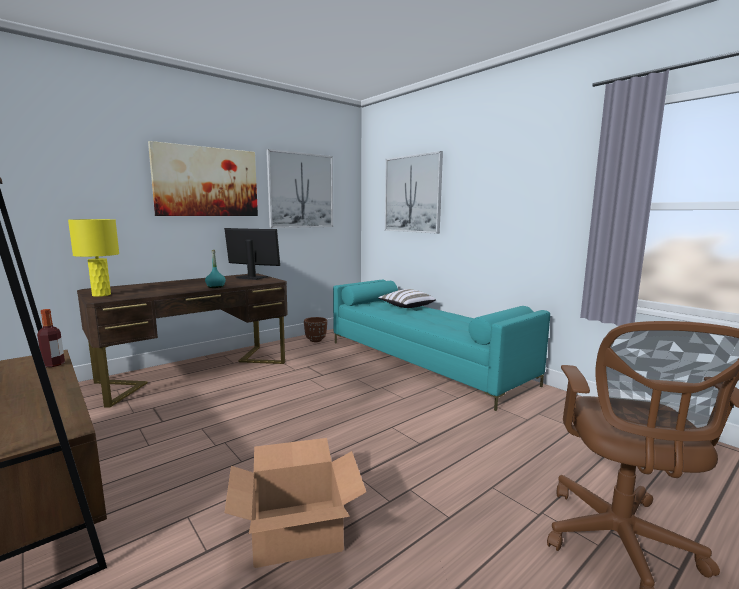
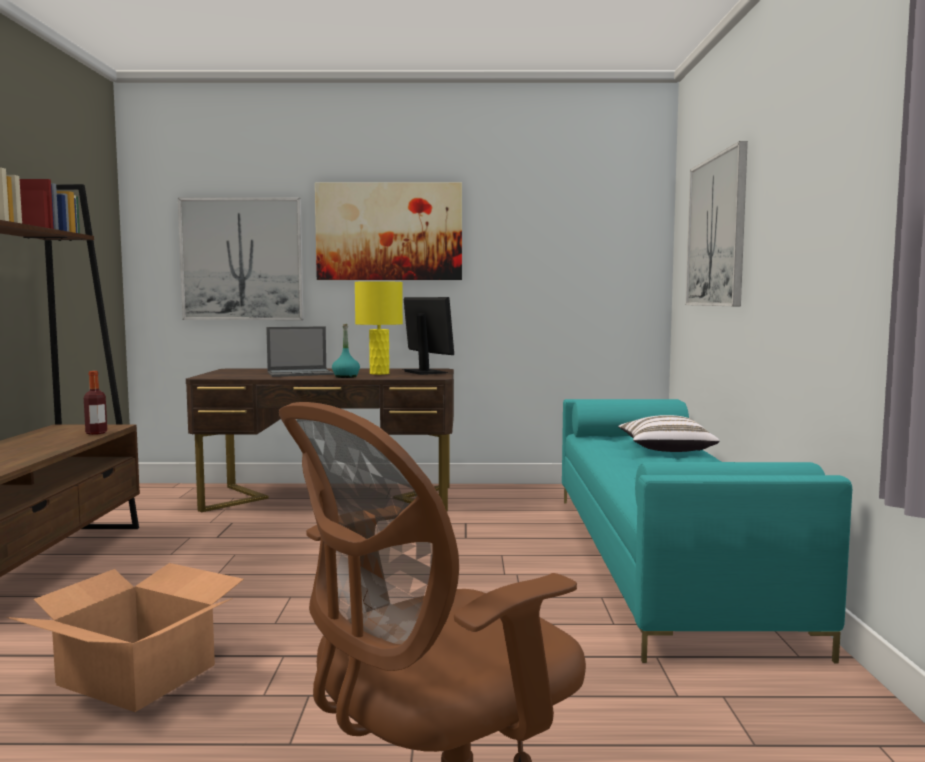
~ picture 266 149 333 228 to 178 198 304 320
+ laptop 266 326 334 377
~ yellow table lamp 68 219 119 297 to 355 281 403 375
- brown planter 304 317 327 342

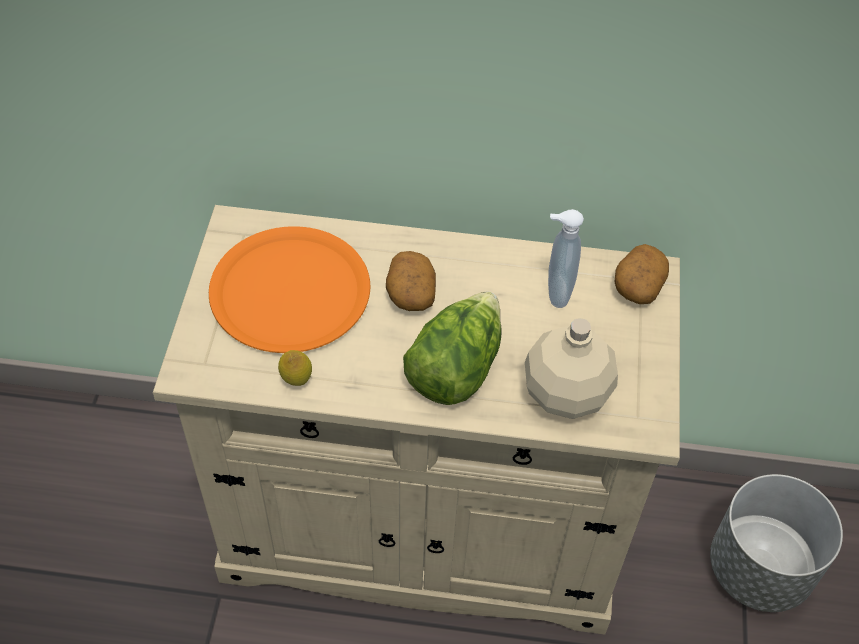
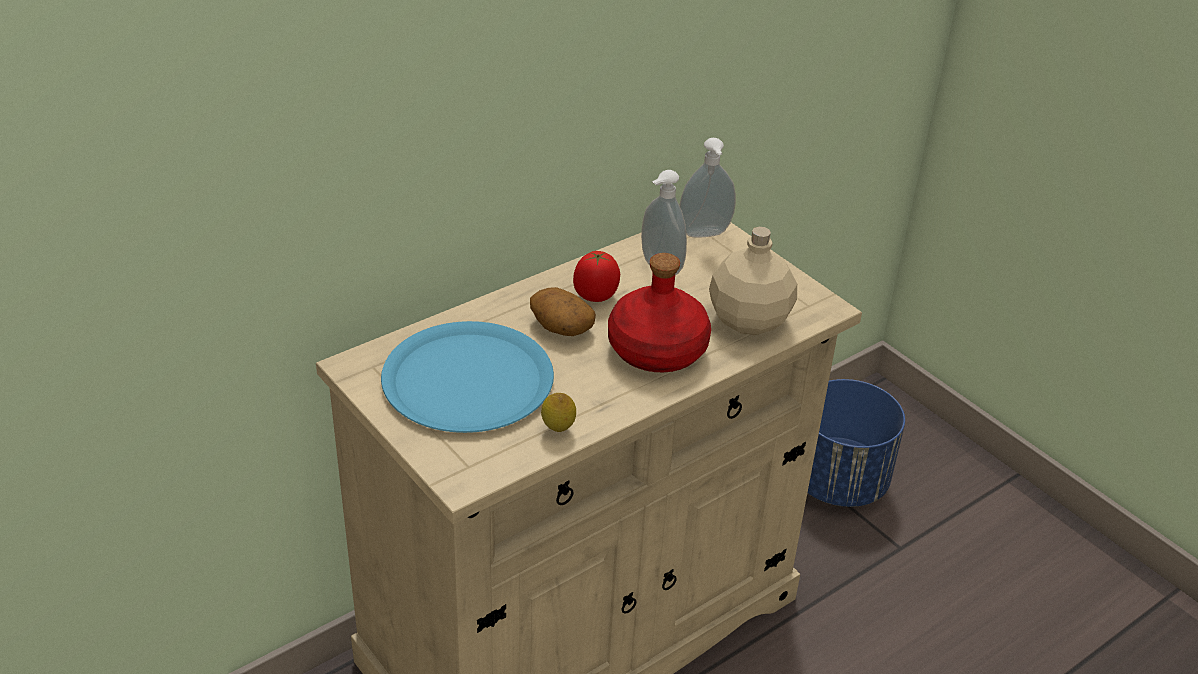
~ orange plate 209 226 370 353 to blue plate 381 321 554 433
+ tomato 573 251 620 302
~ lettuce 403 291 502 405 to red bottle 608 253 711 372
~ potato 614 244 669 304 to soap dispenser 679 138 736 237
~ grey planter 710 474 843 612 to blue planter 808 379 905 507

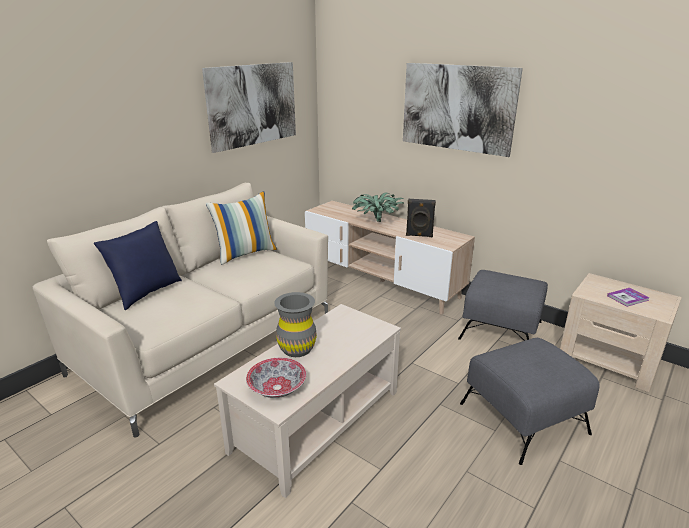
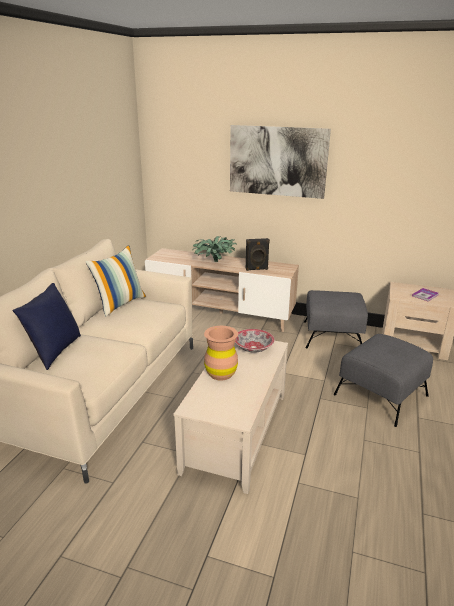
~ grey vase 274 292 317 357 to brown vase 204 326 238 381
~ bowl 246 358 306 398 to 235 329 275 353
- picture 202 62 296 153

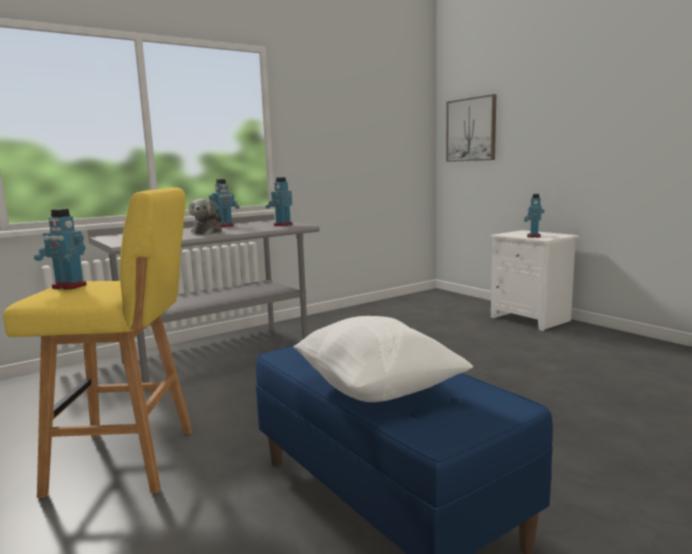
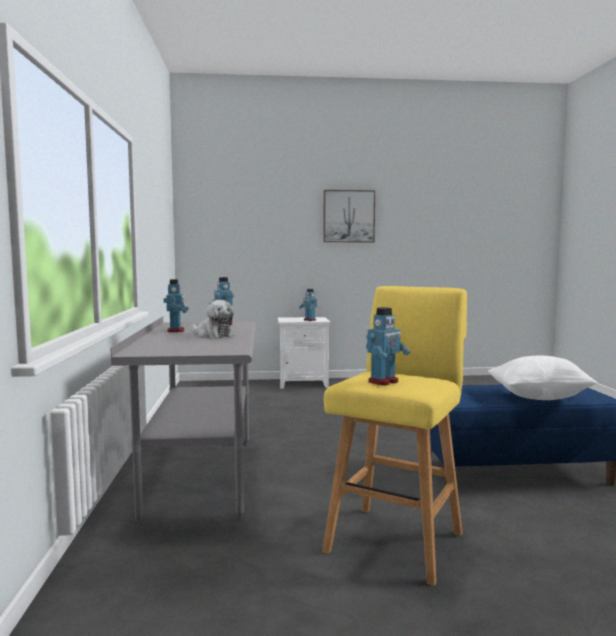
~ picture 446 94 496 162 to 323 190 375 242

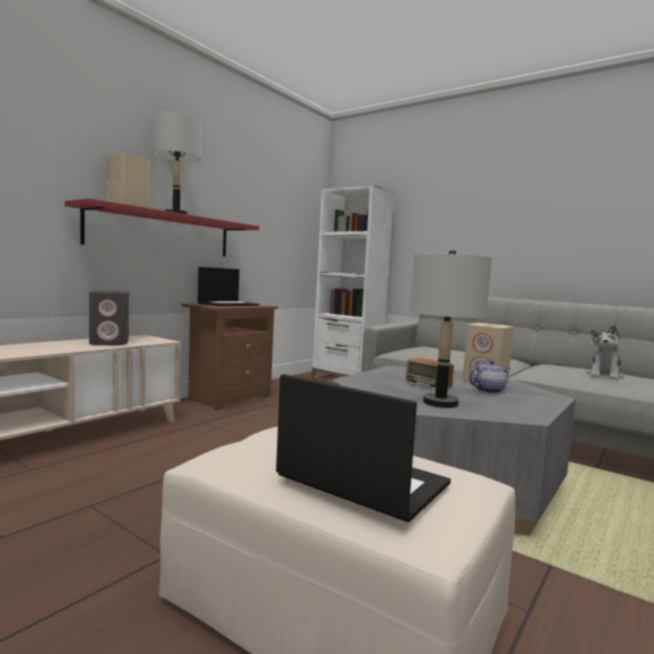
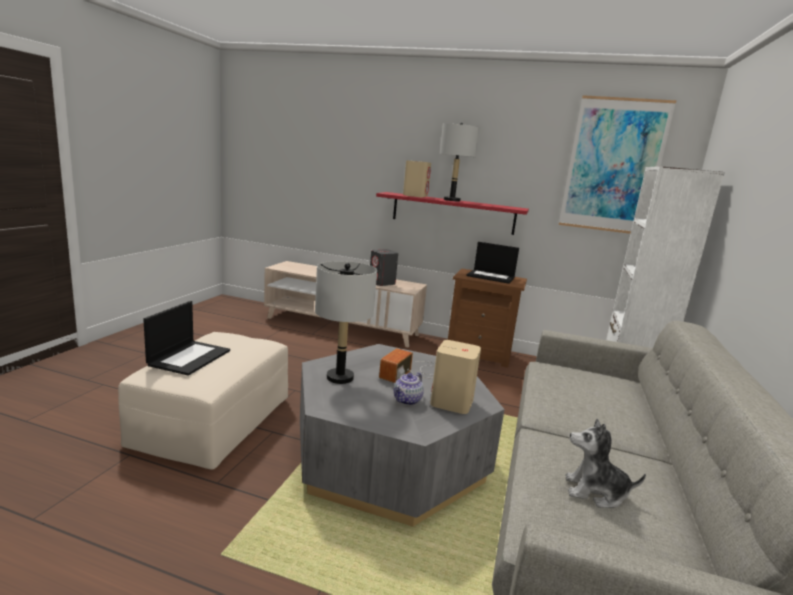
~ teapot 469 360 511 393 = 394 372 424 405 75 degrees clockwise
+ picture 559 95 677 234

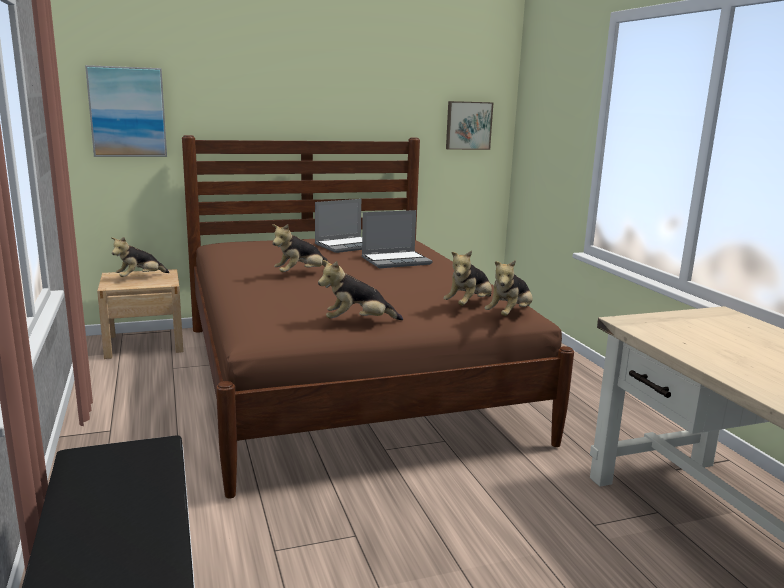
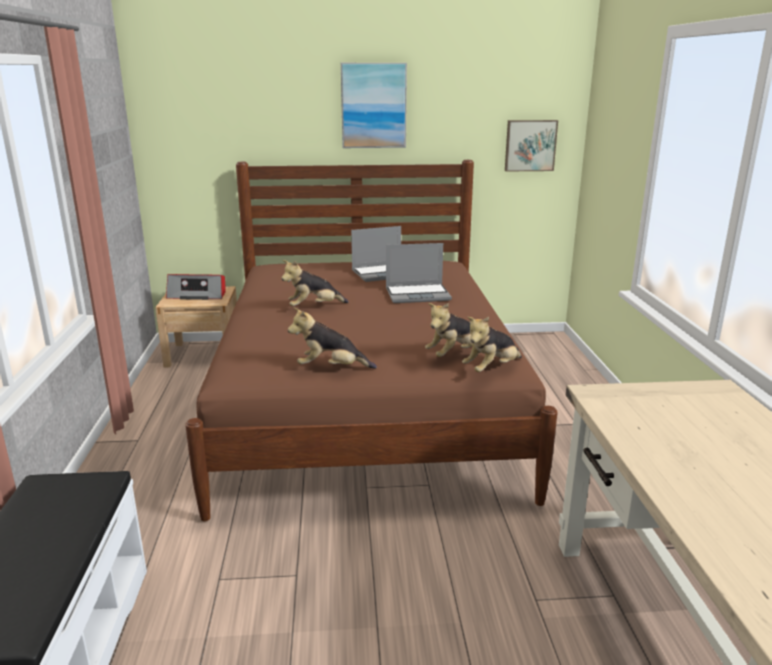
~ plush toy 111 237 169 277 to radio 166 274 226 300
~ picture 85 65 167 157 to 341 63 407 148

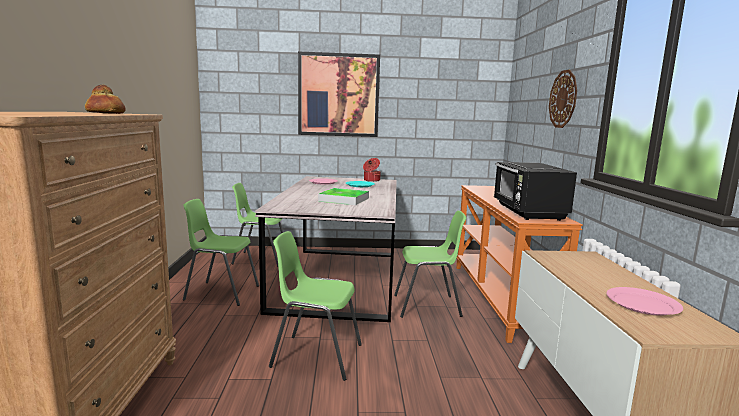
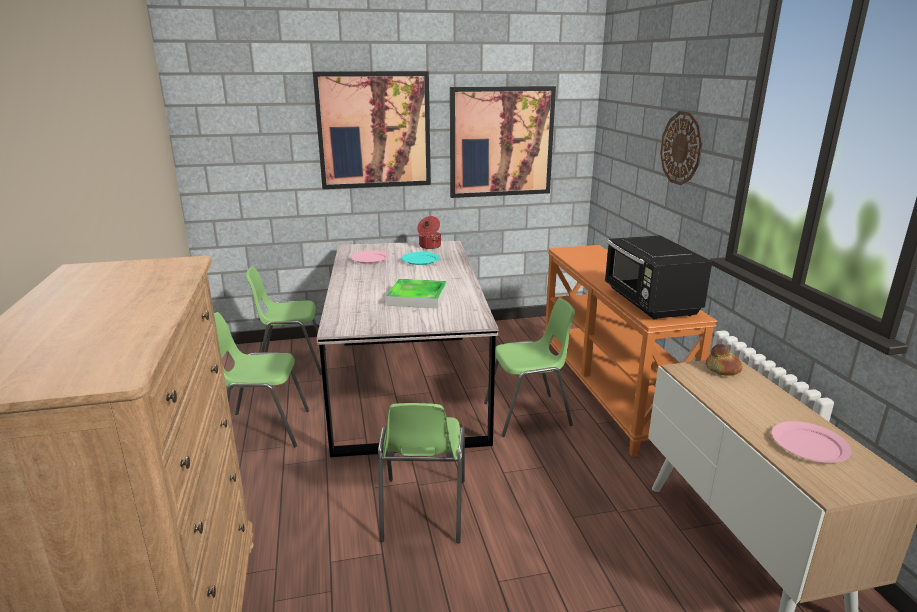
~ green chair 269 231 362 381 = 378 403 465 544 90 degrees counterclockwise
+ picture 450 86 556 198
~ bread 85 85 126 114 to 706 344 742 376

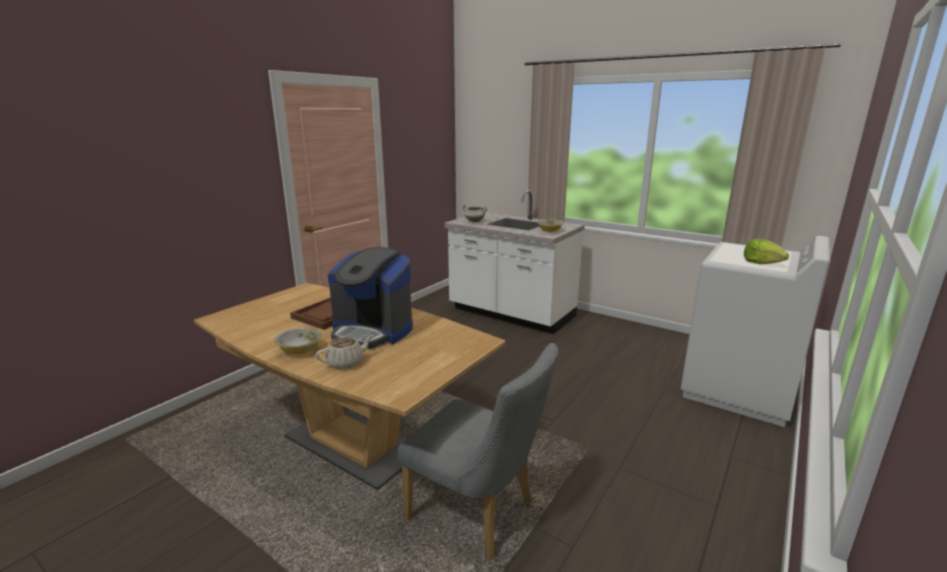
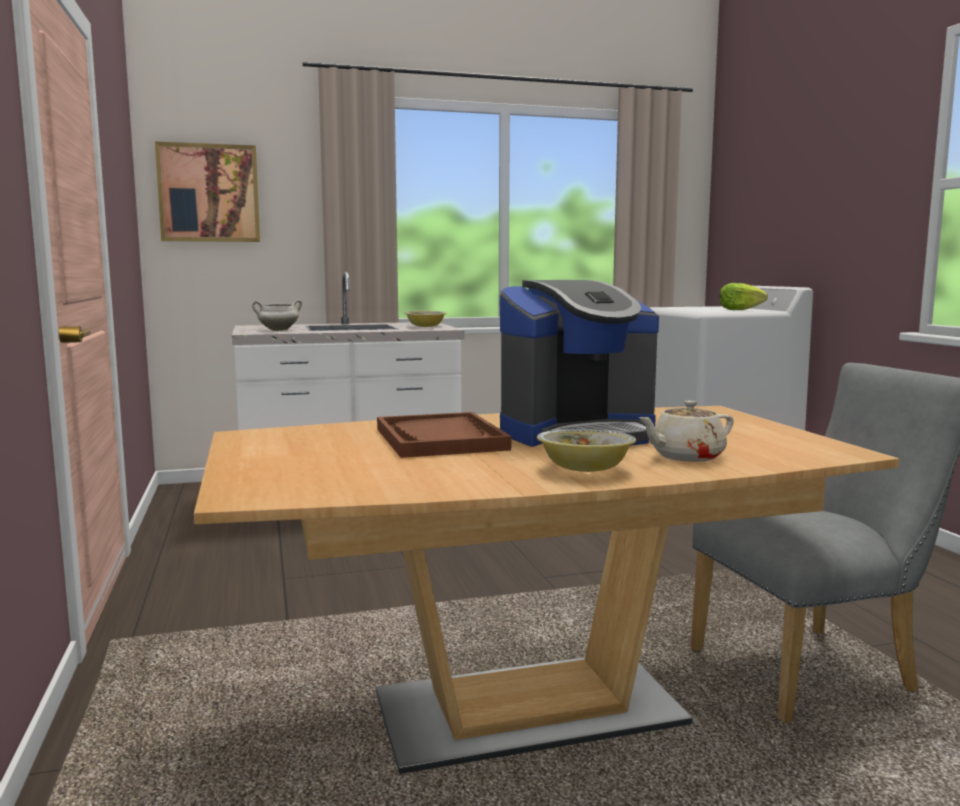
+ picture 155 142 260 242
~ beige teapot 316 334 373 369 = 638 401 734 462 120 degrees counterclockwise

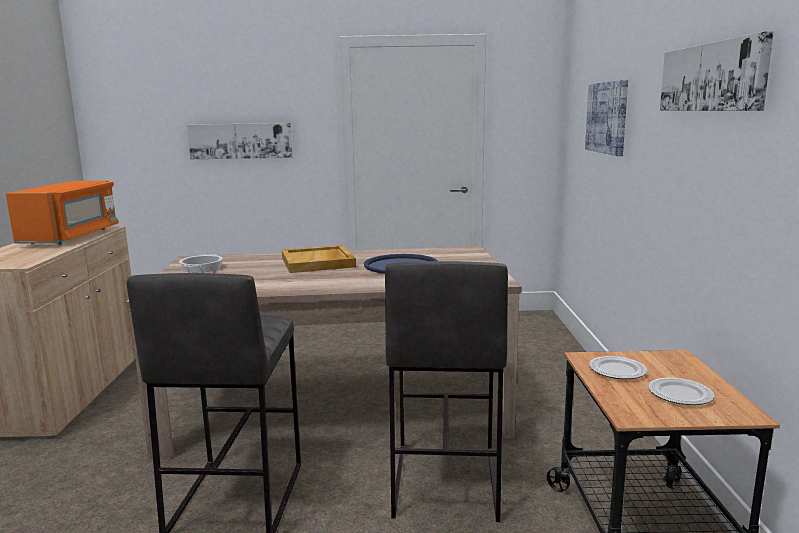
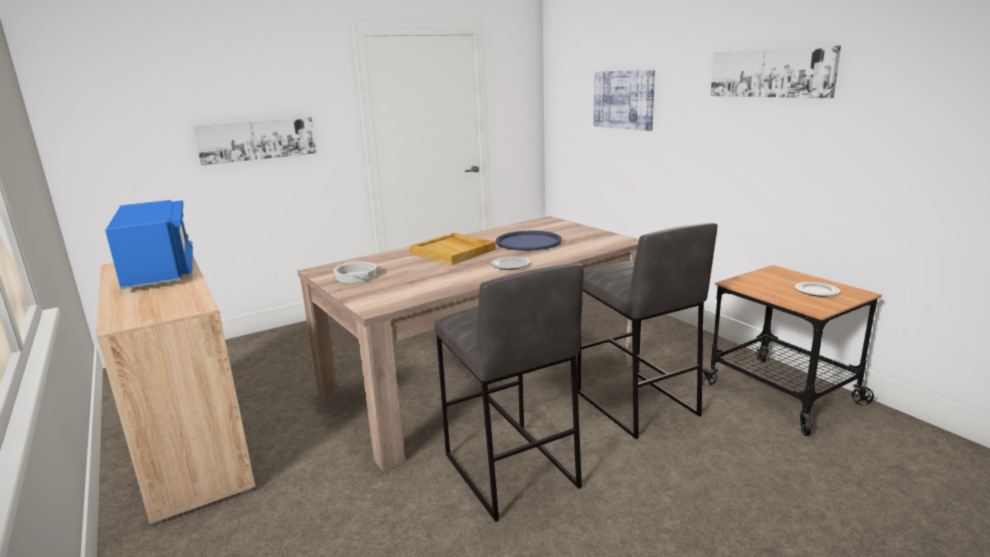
~ orange microwave 6 181 119 245 to blue microwave 105 200 193 289
~ plate 589 356 647 379 to 491 257 529 270

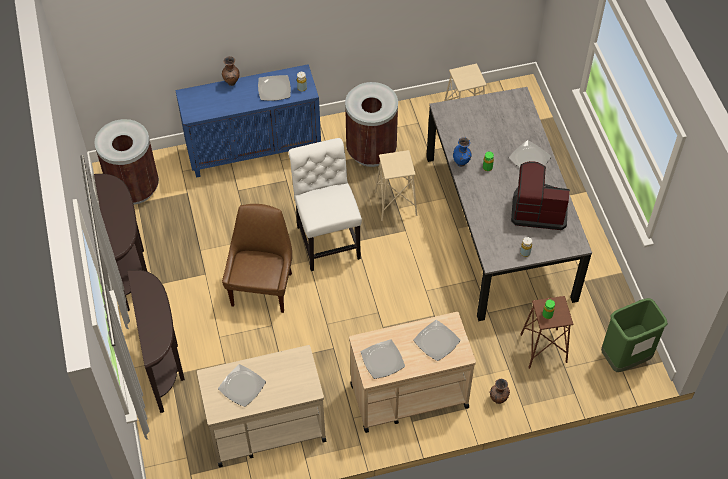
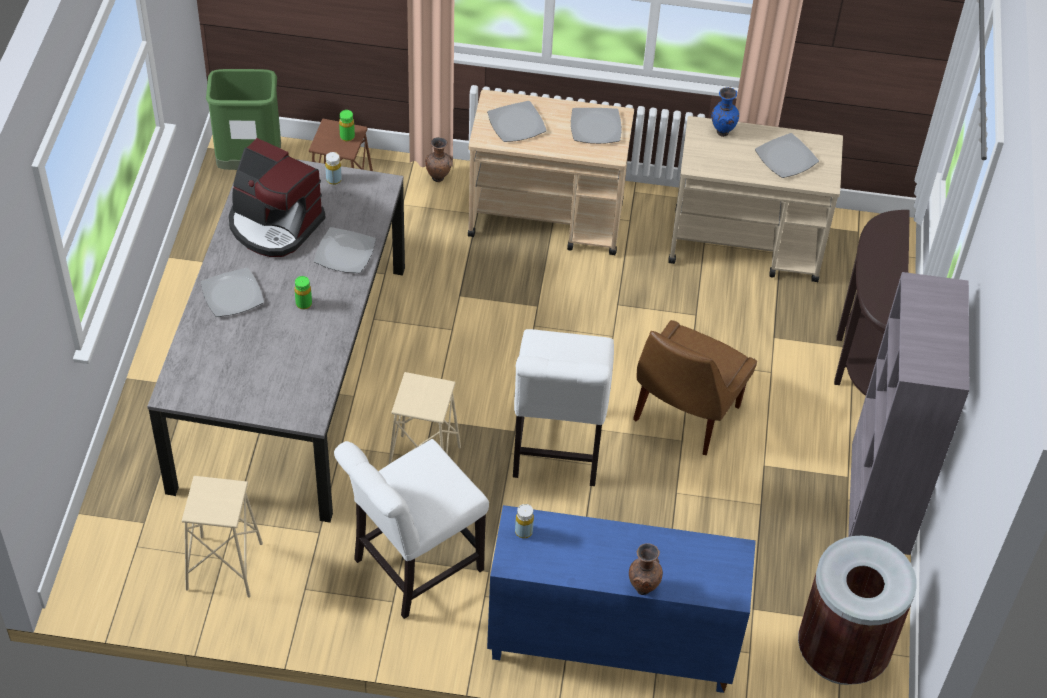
~ plate 258 75 291 101 to 314 227 376 273
~ brown trash can 345 82 398 167 to white chair 334 439 489 619
~ blue vase 453 137 472 167 to 711 87 739 137
~ brown console table 94 174 147 311 to grey bookcase 848 272 969 555

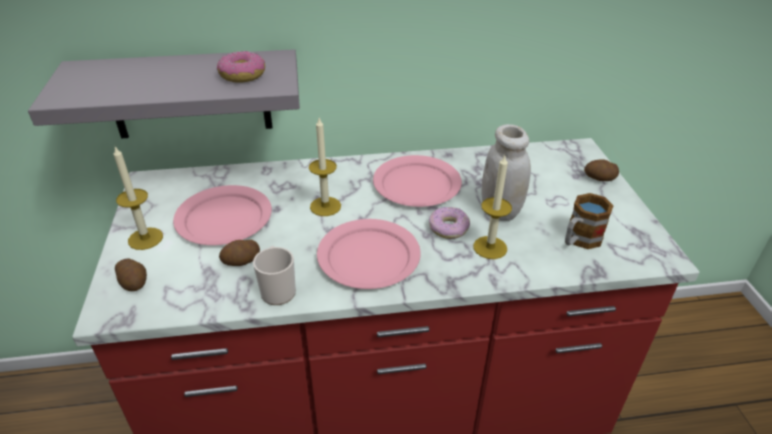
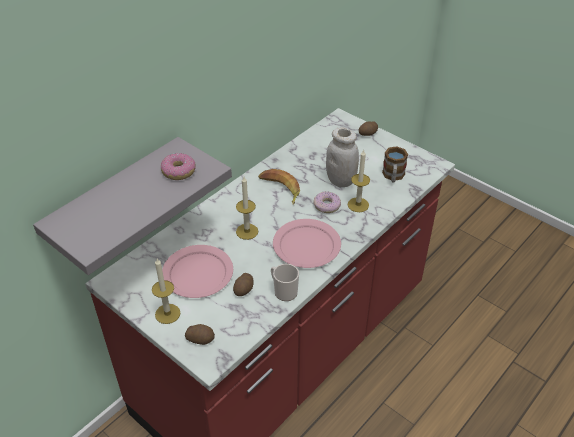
~ pink plate 373 155 462 207 to banana 258 169 300 205

